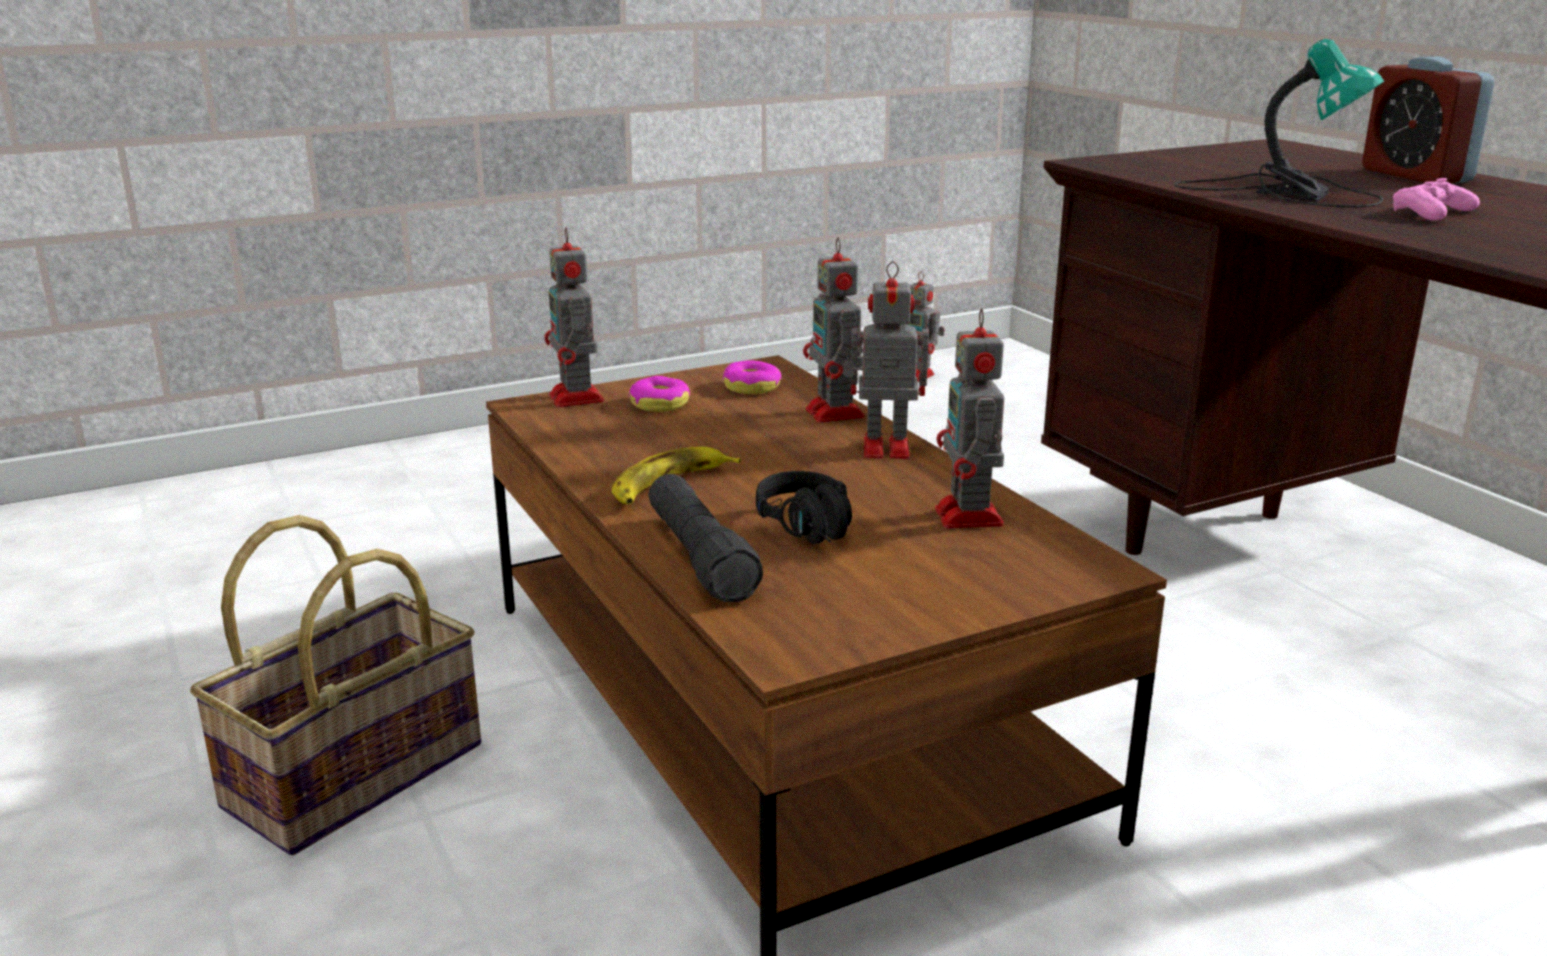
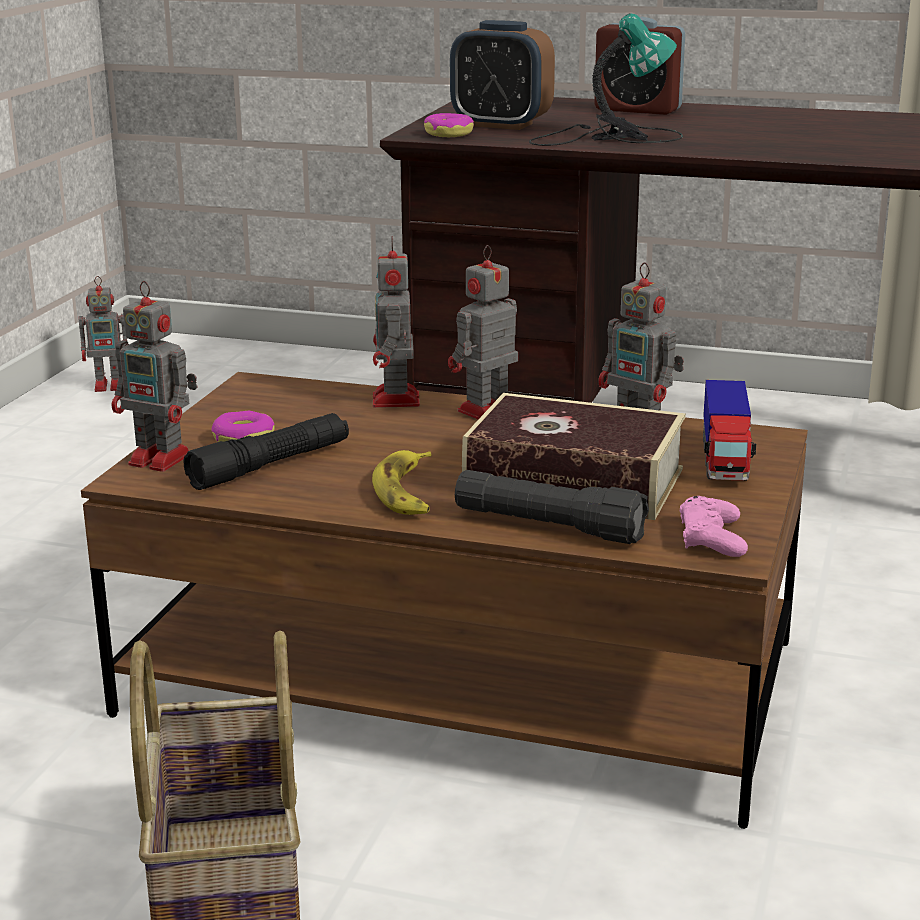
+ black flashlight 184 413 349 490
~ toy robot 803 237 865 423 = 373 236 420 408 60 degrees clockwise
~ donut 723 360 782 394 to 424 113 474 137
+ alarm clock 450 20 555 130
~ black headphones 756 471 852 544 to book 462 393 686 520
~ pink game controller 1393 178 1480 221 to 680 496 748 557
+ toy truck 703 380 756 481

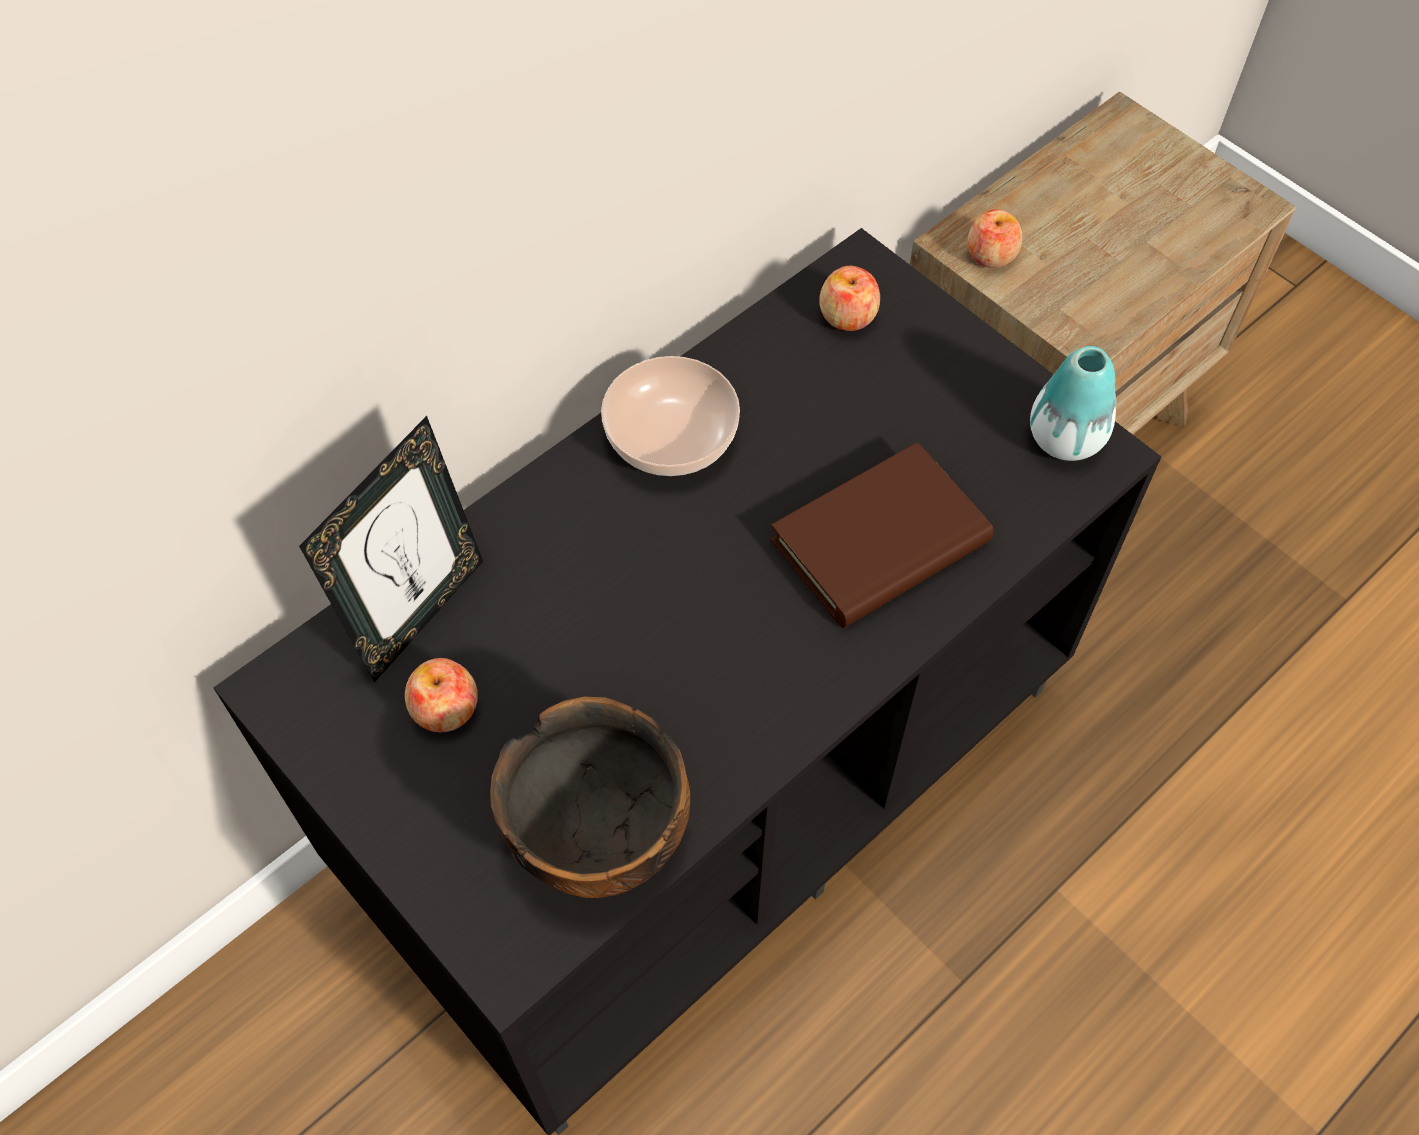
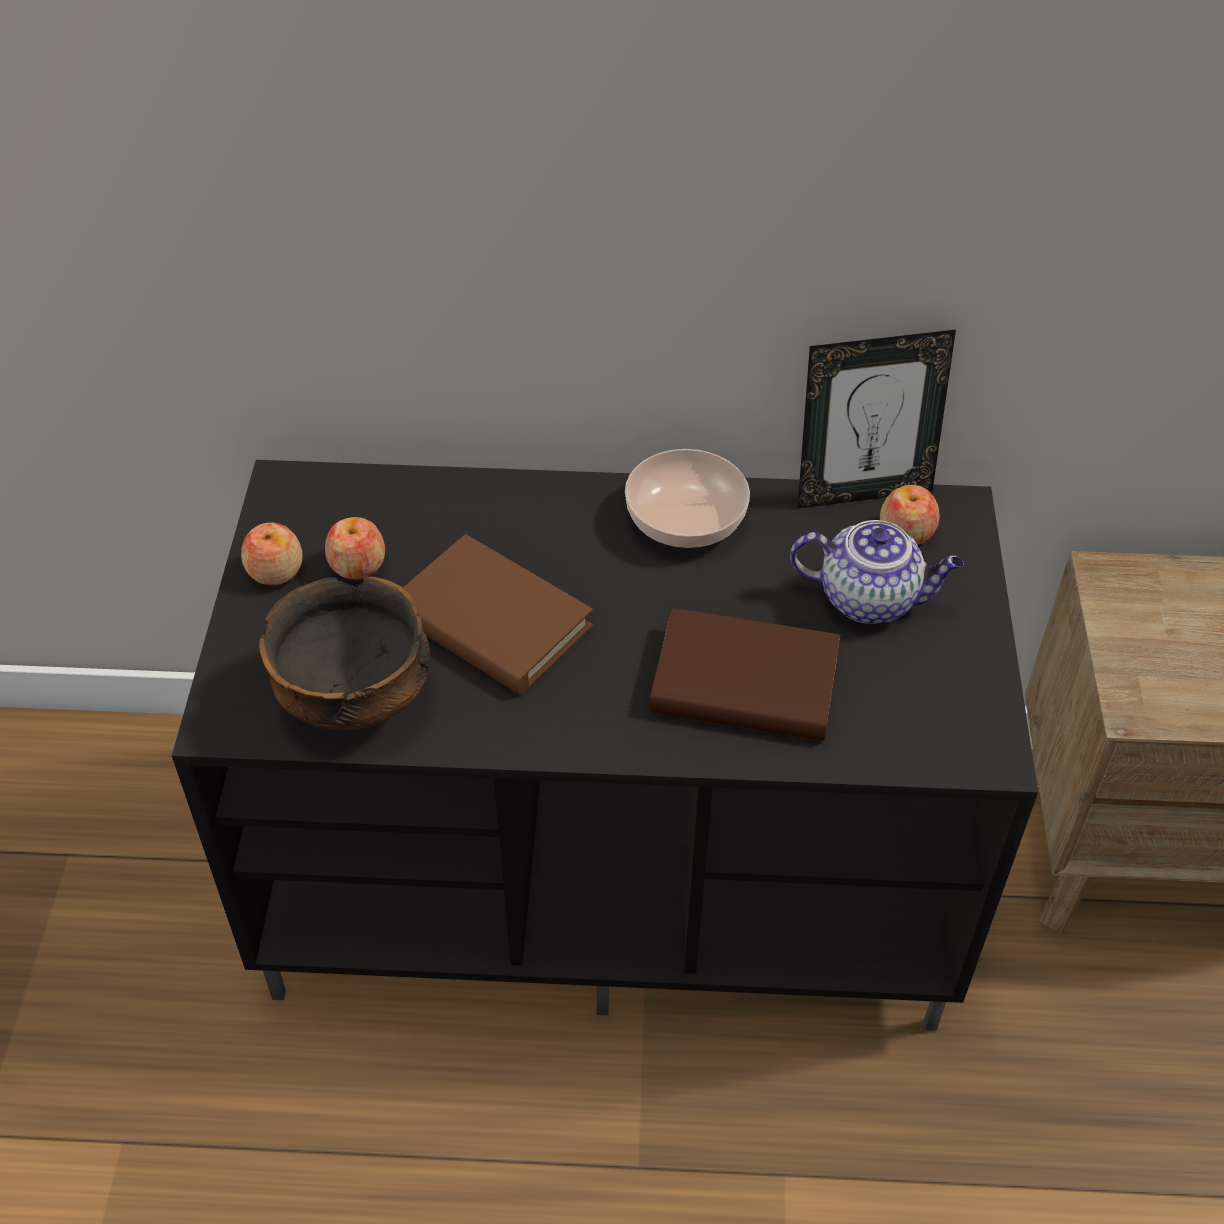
~ apple 967 209 1022 268 to 241 522 303 586
+ brown book 403 534 593 695
+ teapot 790 520 964 624
~ picture frame 299 416 483 682 to 798 329 956 509
- vase 1030 346 1116 461

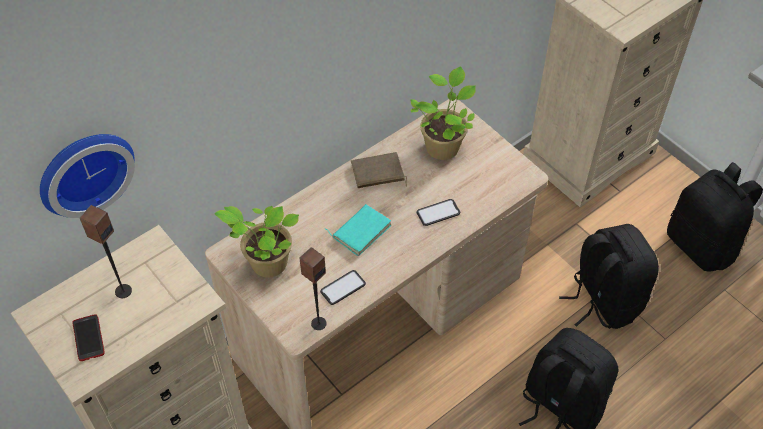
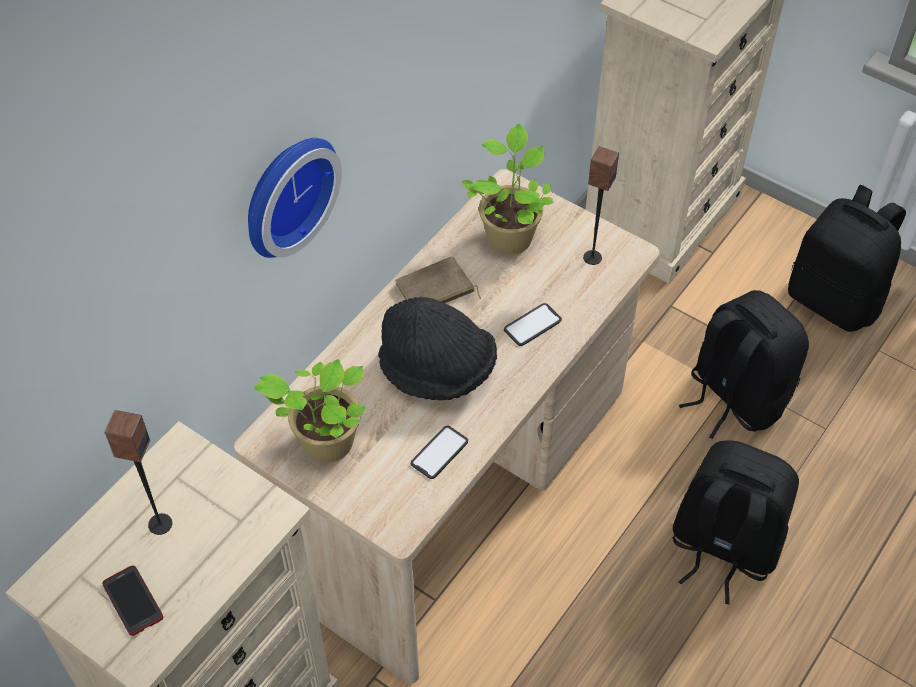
~ wall clock 40 134 135 218 to 248 138 342 258
~ turquoise book 325 204 391 256 to black hat 378 297 497 400
~ speaker 299 247 327 330 to 583 146 619 265

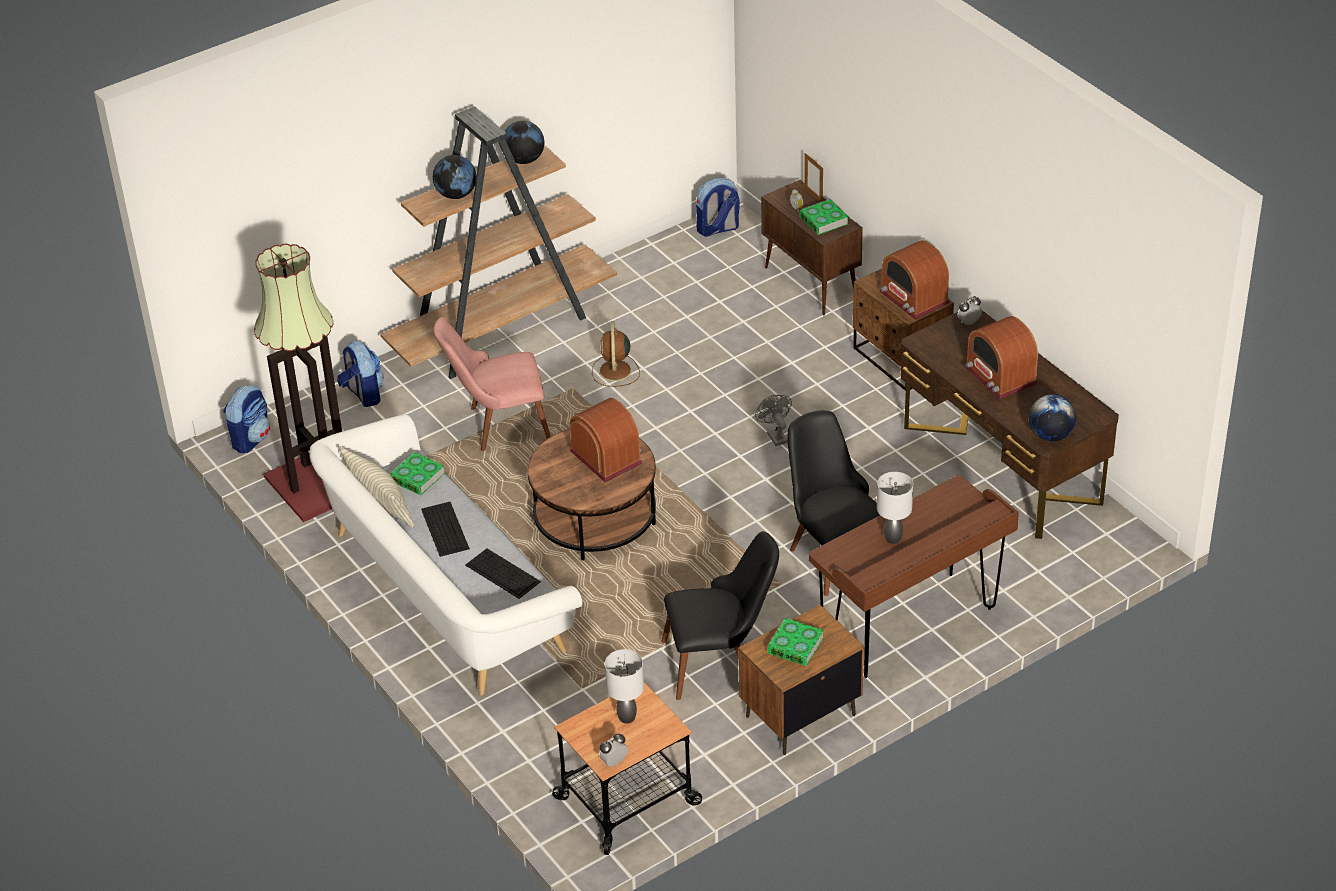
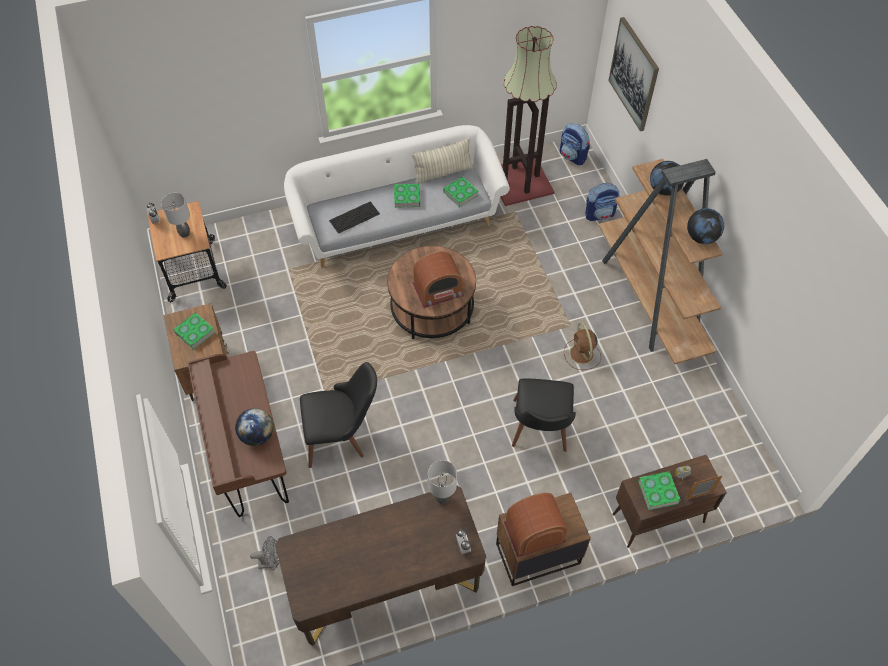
~ globe 1029 394 1076 441 to 235 408 274 446
~ grey fan 755 395 792 446 to 250 536 279 570
~ keyboard 421 502 470 557 to book 394 184 420 208
~ grey table lamp 877 472 913 544 to 428 460 457 504
~ black chair 662 532 779 700 to 512 378 576 452
~ brown fan 592 321 640 387 = 564 323 601 370 120 degrees counterclockwise
+ picture 608 17 659 131
- pink chair 434 317 551 451
- backpack 696 178 740 237
- radio 965 316 1038 399

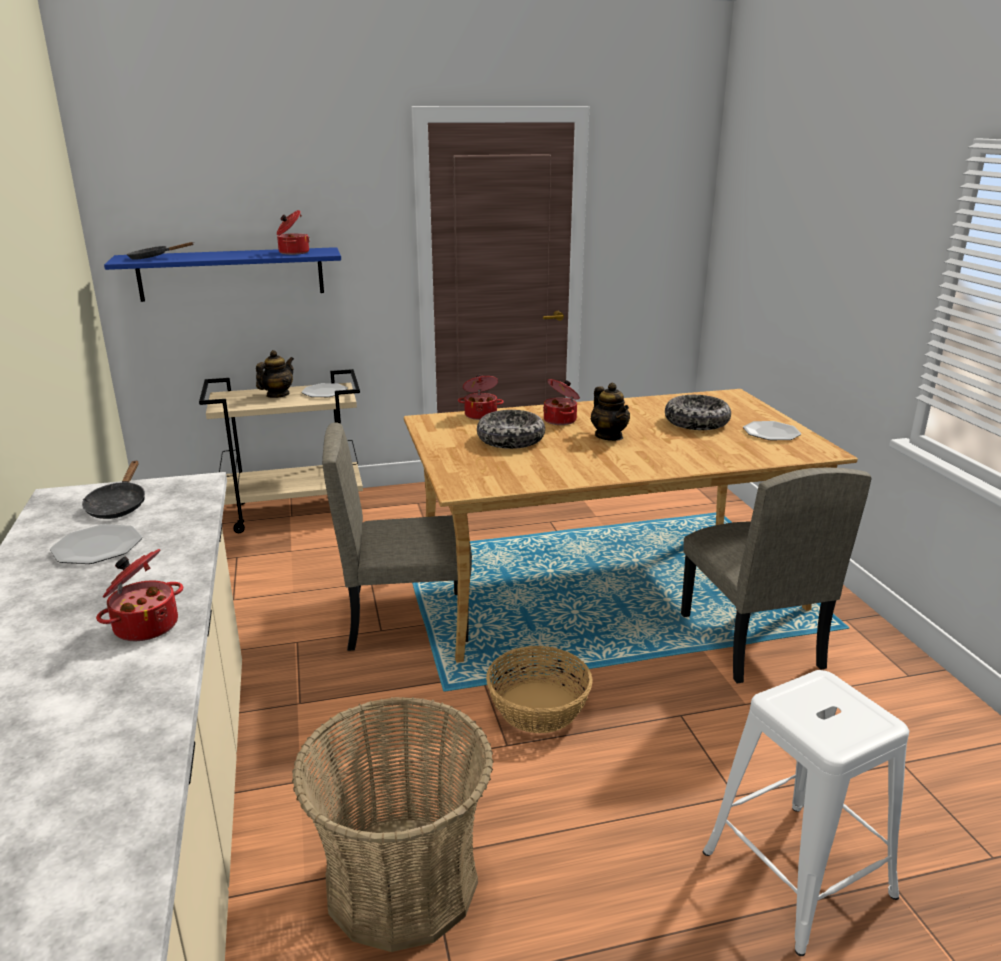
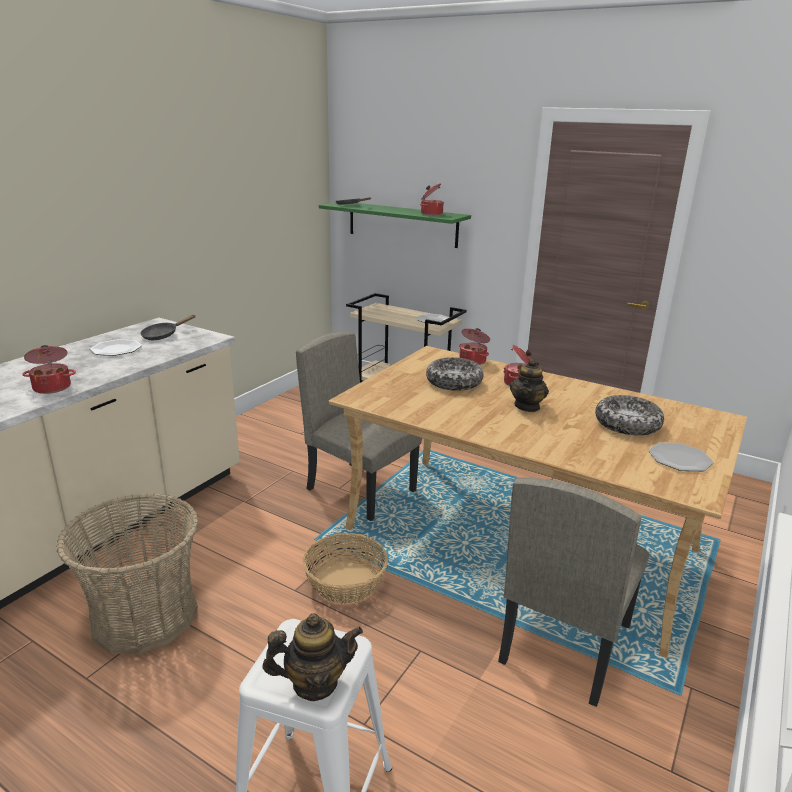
~ teapot 256 350 294 398 to 263 613 363 701
~ blue shelf 104 247 341 302 to green shelf 319 202 471 248

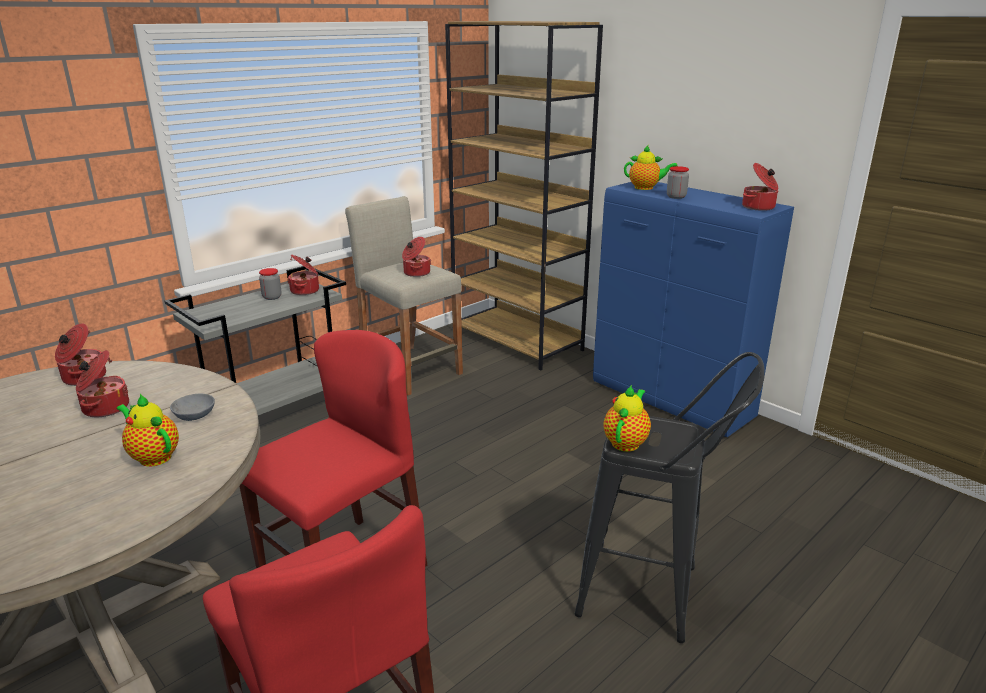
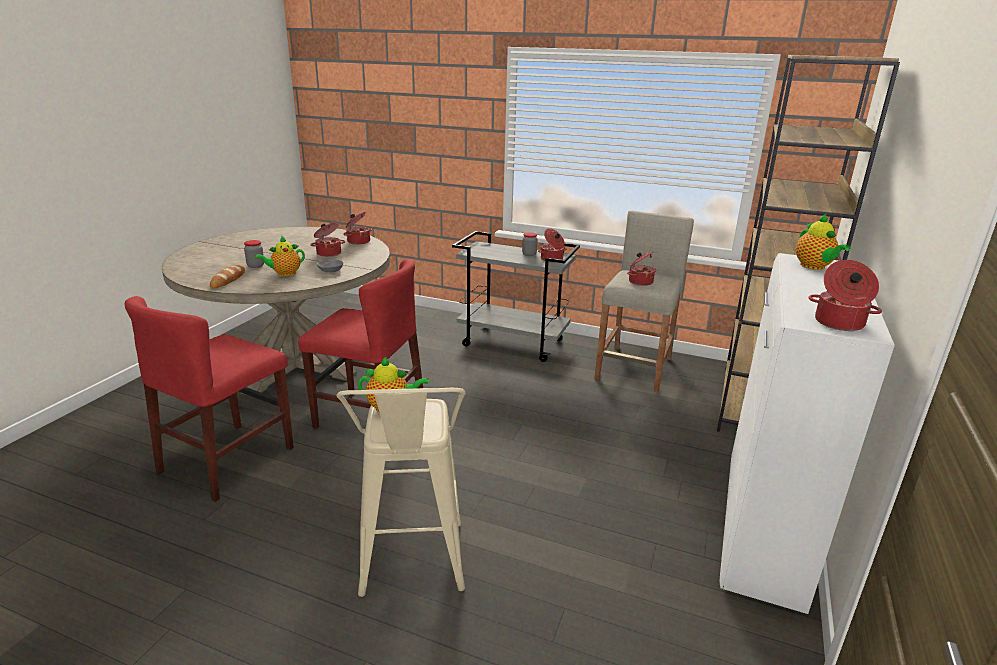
+ bread 210 265 245 289
~ jar 667 166 689 199 to 244 240 264 268
~ teapot 117 394 179 467 = 254 236 305 276 135 degrees counterclockwise
~ black stool 575 352 765 643 to beige stool 337 388 466 597
~ blue cabinet 593 182 794 437 to white cabinet 720 253 895 614

